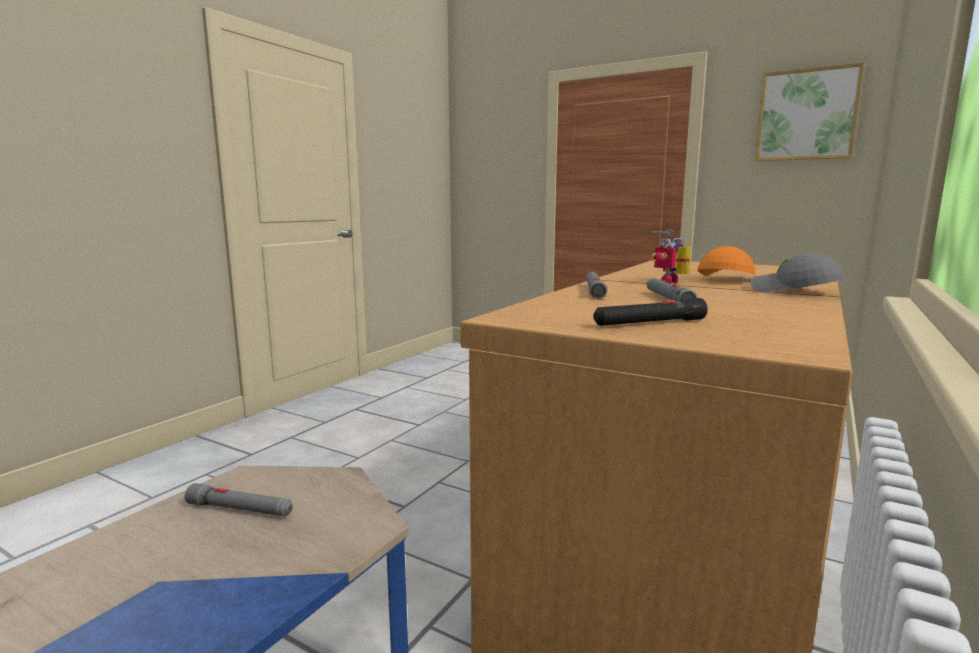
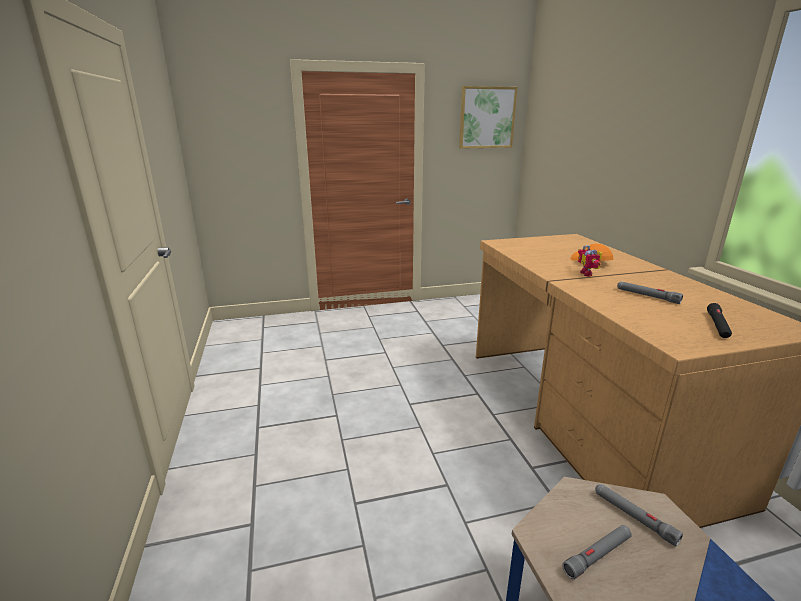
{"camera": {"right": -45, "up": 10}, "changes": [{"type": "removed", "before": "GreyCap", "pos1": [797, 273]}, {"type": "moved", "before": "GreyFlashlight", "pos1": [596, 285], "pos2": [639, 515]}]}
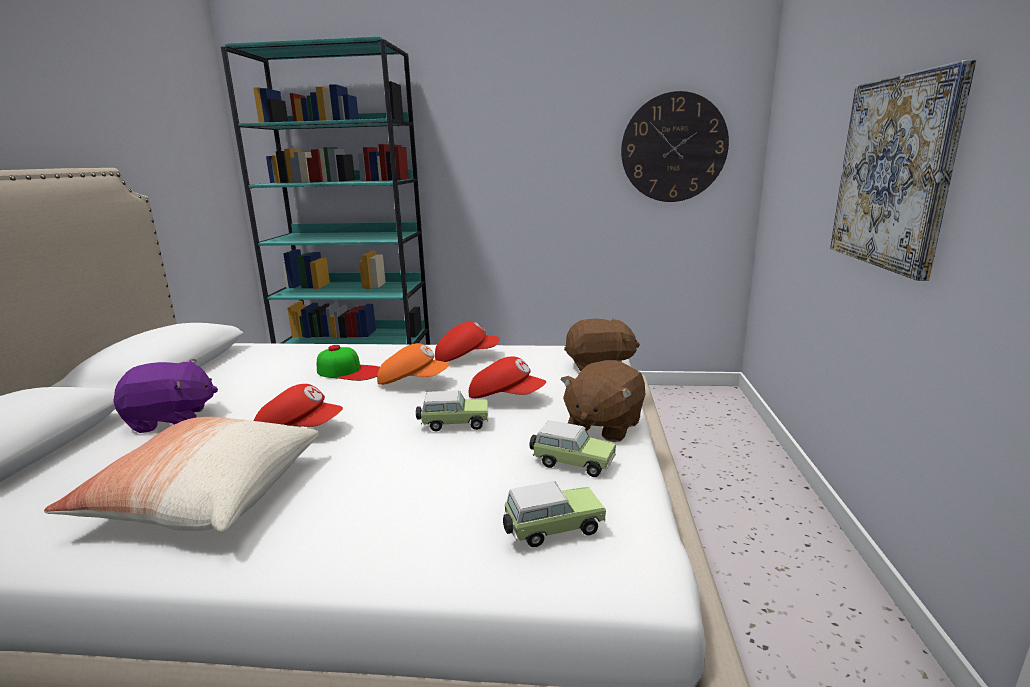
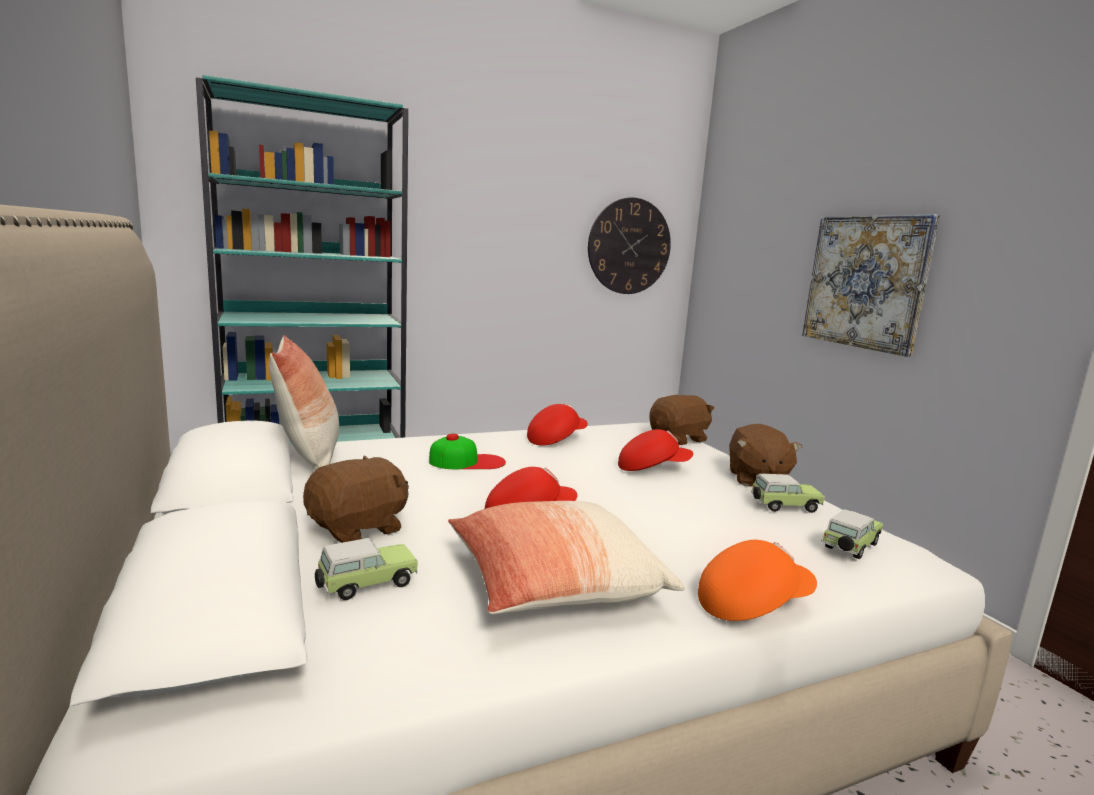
{"camera": {"right": -30, "up": -5}, "changes": [{"type": "moved", "before": "OrangeCap", "pos1": [413, 364], "pos2": [757, 580]}, {"type": "recoloured", "before": "PurplePlushToy", "after": "BrownPlushToy", "pos1": [165, 396], "pos2": [356, 499]}, {"type": "moved", "before": "ToyCar", "pos1": [452, 411], "pos2": [366, 569]}, {"type": "added", "after": "Pillow", "pos2": [304, 402]}]}
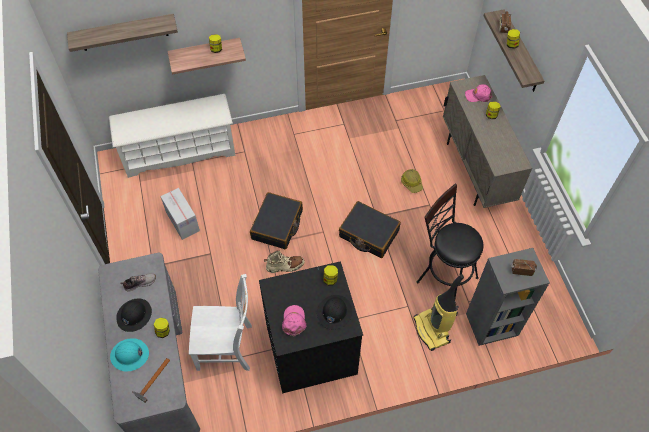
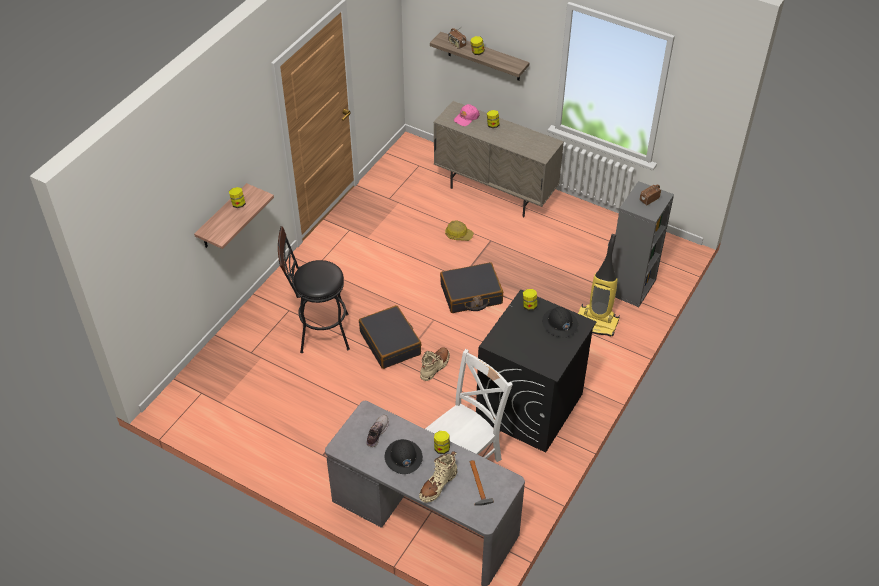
{"camera": {"right": -45, "up": -10}, "changes": [{"type": "removed", "before": "Shelf", "pos1": [122, 33]}, {"type": "removed", "before": "WhiteShoeRack", "pos1": [172, 136]}, {"type": "moved", "before": "BlackStool", "pos1": [450, 240], "pos2": [314, 289]}, {"type": "removed", "before": "CardboardBox", "pos1": [180, 214]}, {"type": "removed", "before": "PinkCap", "pos1": [294, 321]}, {"type": "replaced", "before": "TurquoiseHardHat", "after": "BeigeBoot", "pos1": [129, 354], "pos2": [438, 477]}]}
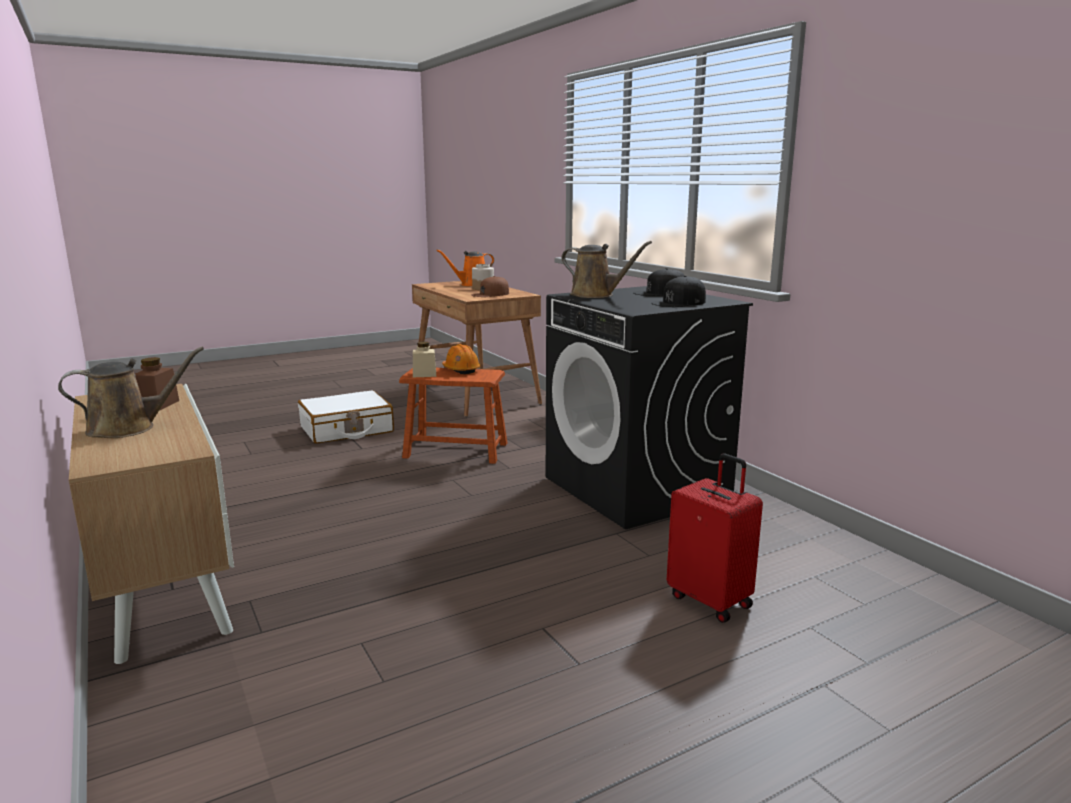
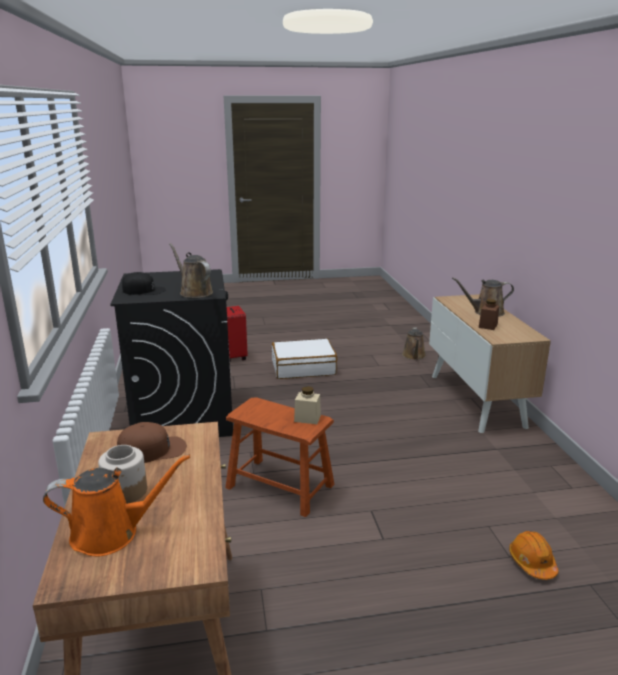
{"camera": {"right": -160, "up": 5}, "changes": [{"type": "removed", "before": "BlackCap", "pos1": [678, 291]}, {"type": "moved", "before": "OrangeHardHat", "pos1": [461, 359], "pos2": [533, 555]}, {"type": "moved", "before": "WhiteSuitcase", "pos1": [346, 417], "pos2": [304, 359]}, {"type": "added", "after": "BrownWateringCan", "pos2": [414, 344]}]}
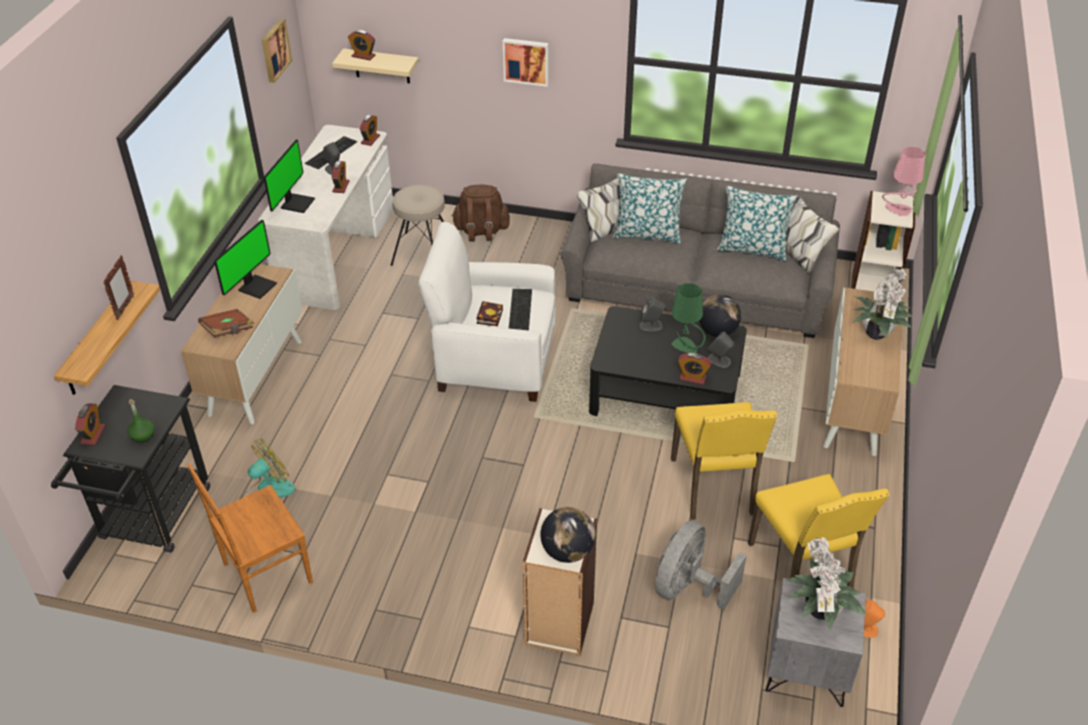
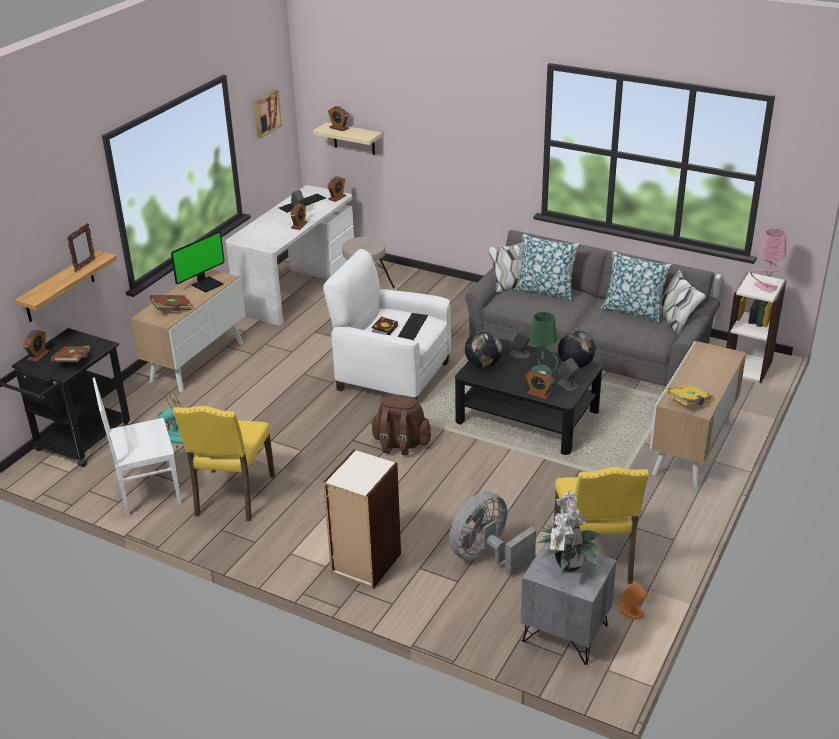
{"camera": {"right": 15, "up": -10}, "changes": [{"type": "removed", "before": "Picture", "pos1": [526, 62]}, {"type": "removed", "before": "Monitor", "pos1": [289, 176]}, {"type": "moved", "before": "BrownBackpack", "pos1": [480, 213], "pos2": [401, 425]}, {"type": "removed", "before": "PottedPlant", "pos1": [883, 304]}, {"type": "replaced", "before": "GreenBottle", "after": "BrownBook", "pos1": [140, 421], "pos2": [70, 354]}, {"type": "moved", "before": "YellowChair", "pos1": [724, 461], "pos2": [224, 463]}, {"type": "recoloured", "before": "BrownChair", "after": "WhiteChair", "pos1": [250, 538], "pos2": [137, 446]}, {"type": "moved", "before": "Globe", "pos1": [568, 535], "pos2": [483, 349]}, {"type": "added", "after": "YellowBook", "pos2": [689, 395]}]}
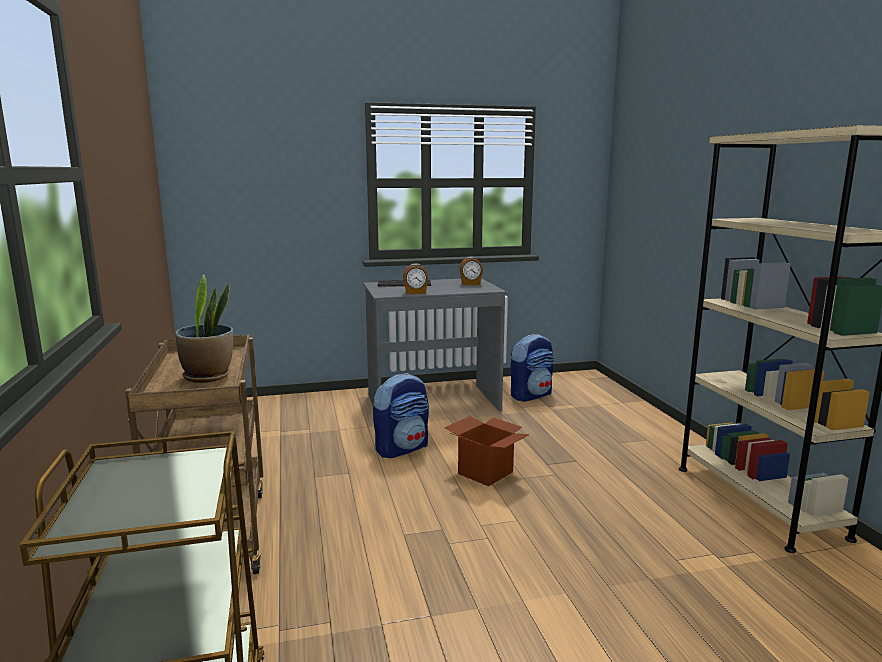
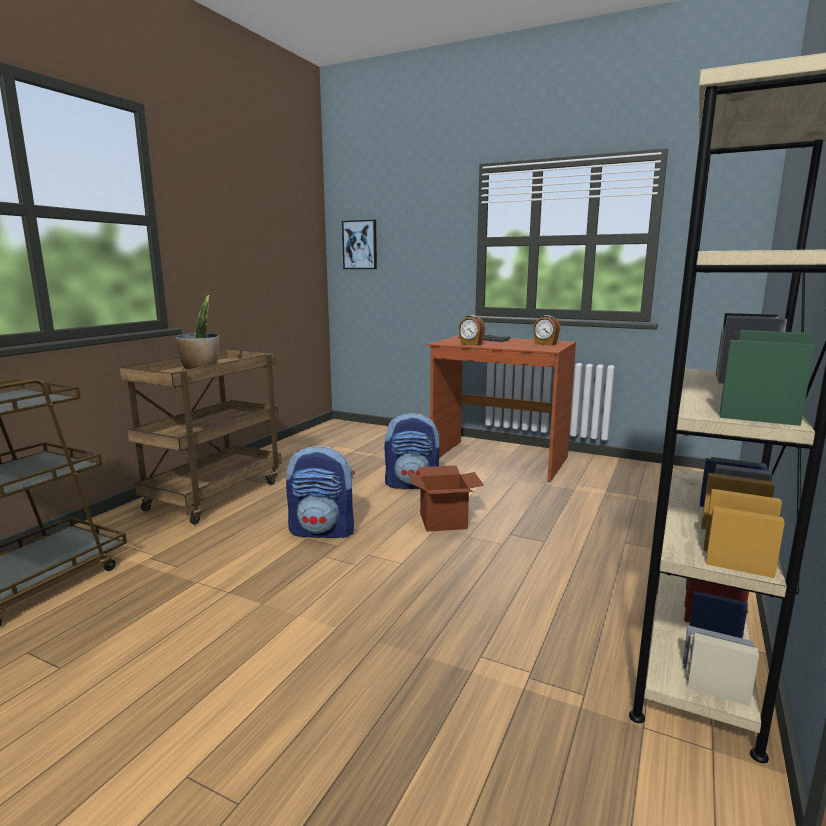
{"camera": {"right": 40, "up": 0}, "changes": [{"type": "recoloured", "before": "GreyDesk", "after": "BrownDesk", "pos1": [435, 344], "pos2": [502, 408]}, {"type": "moved", "before": "Backpack", "pos1": [532, 368], "pos2": [320, 492]}, {"type": "added", "after": "Picture", "pos2": [359, 244]}]}
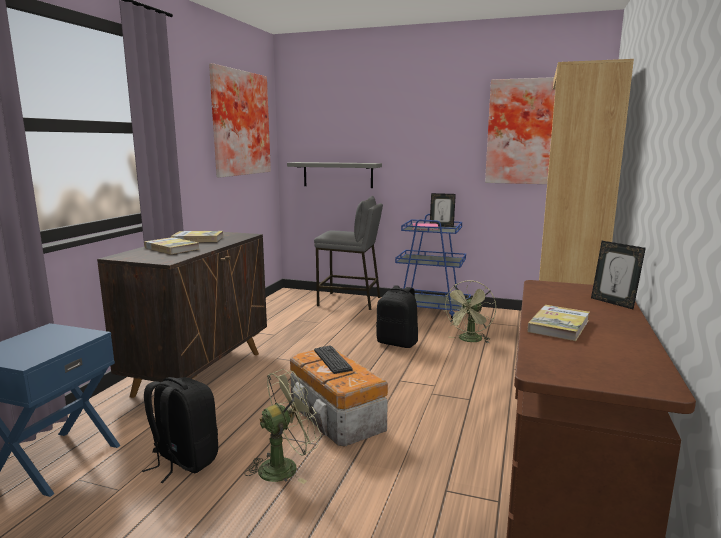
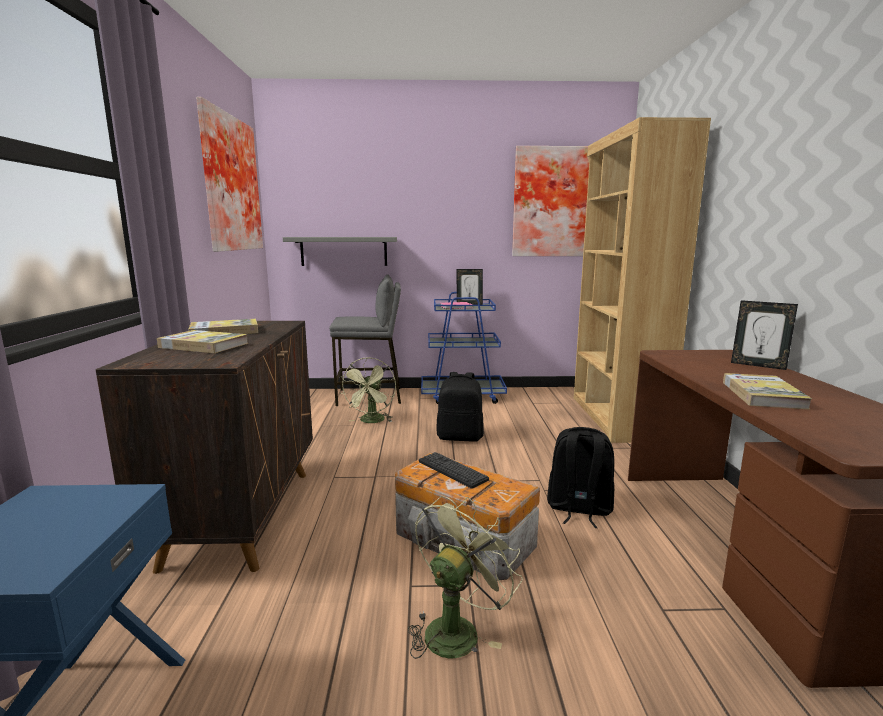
{"camera": {"right": -20, "up": 0}, "changes": [{"type": "moved", "before": "GreenFan", "pos1": [470, 311], "pos2": [368, 390]}, {"type": "moved", "before": "BlackBackpack", "pos1": [180, 430], "pos2": [580, 477]}]}
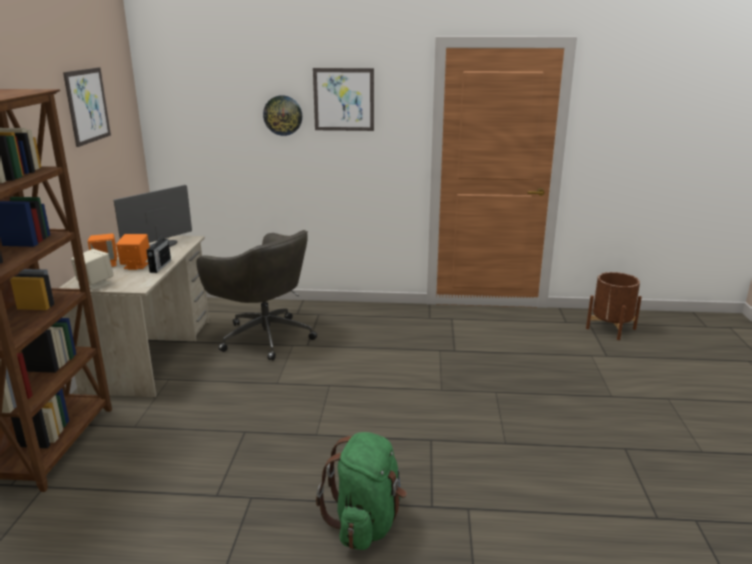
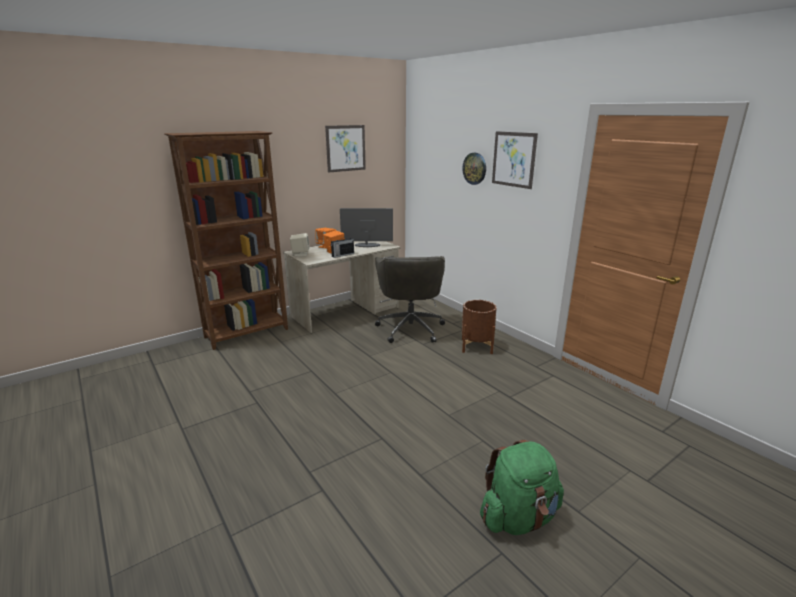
{"camera": {"right": 50, "up": 0}, "changes": [{"type": "moved", "before": "BrownPlanter", "pos1": [614, 306], "pos2": [479, 327]}, {"type": "moved", "before": "GreenBackpack", "pos1": [361, 491], "pos2": [522, 487]}]}
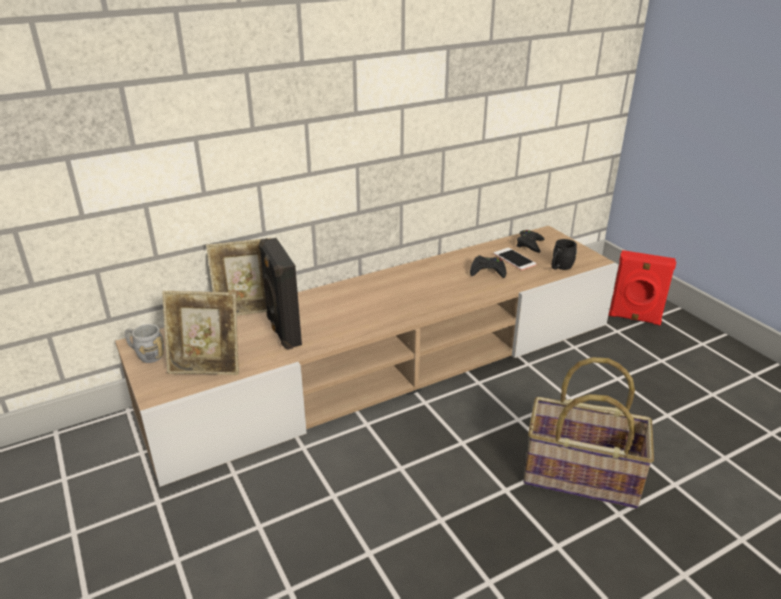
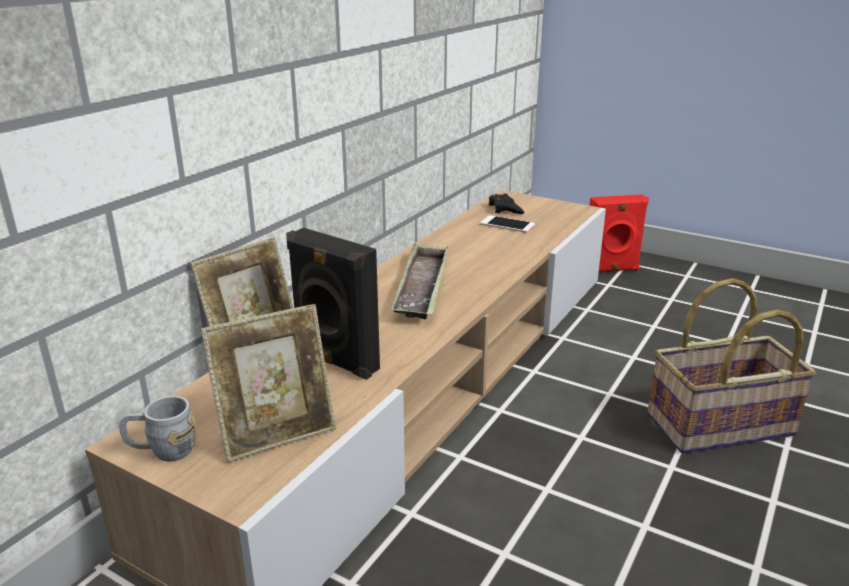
{"camera": {"right": -30, "up": -5}, "changes": [{"type": "removed", "before": "BlackMug", "pos1": [564, 254]}, {"type": "removed", "before": "BlackGameController", "pos1": [488, 266]}, {"type": "added", "after": "Tray", "pos2": [419, 281]}]}
